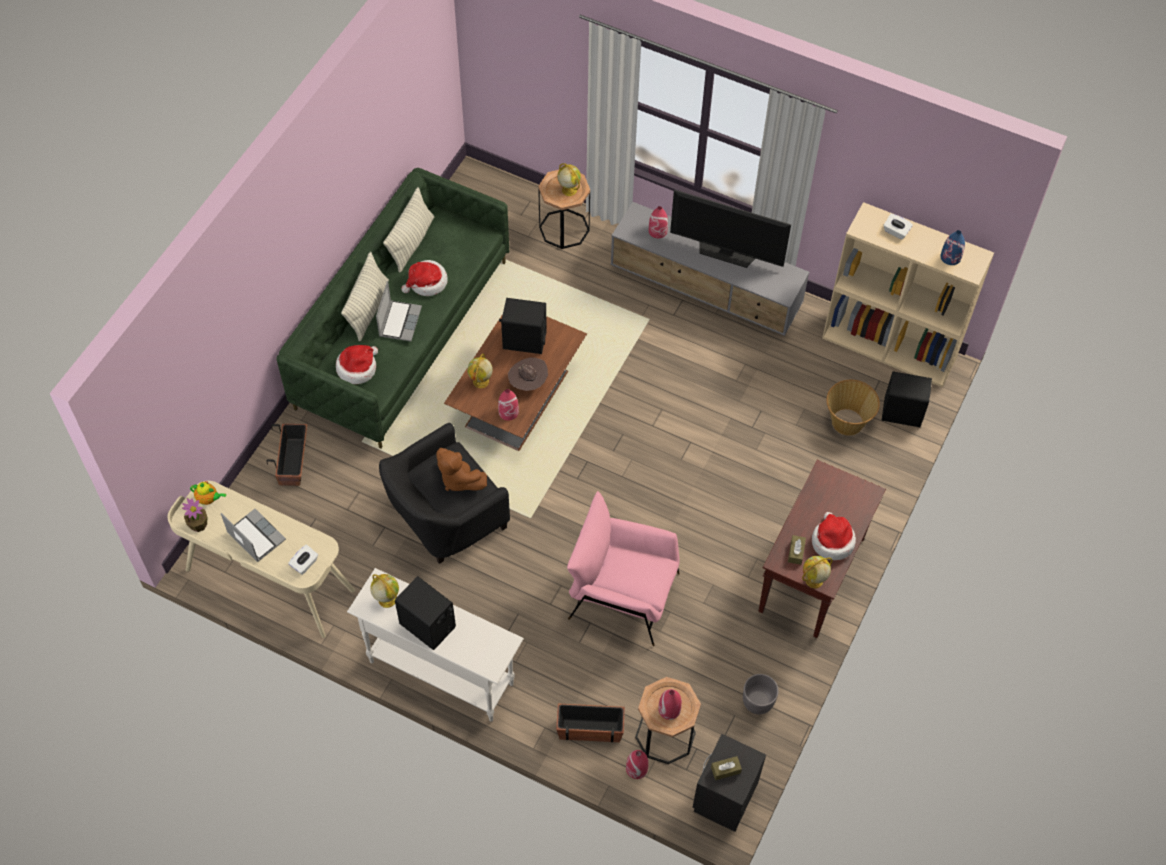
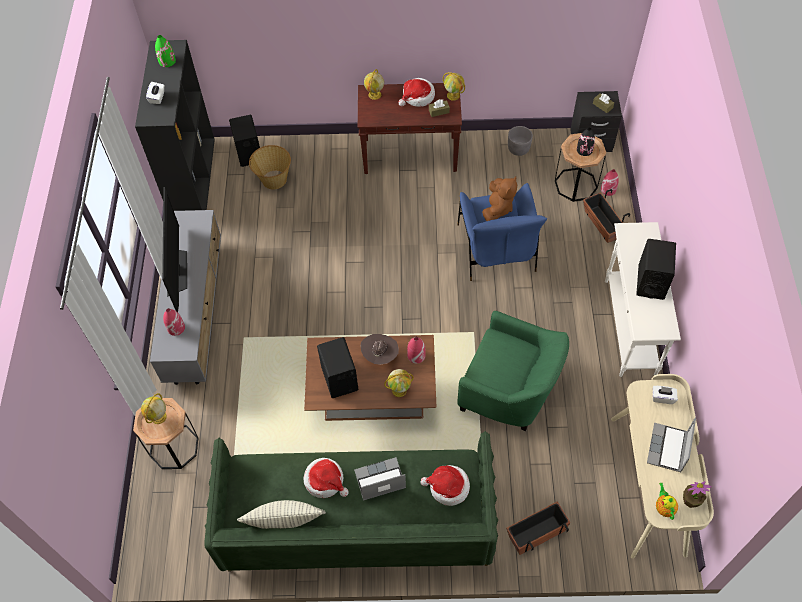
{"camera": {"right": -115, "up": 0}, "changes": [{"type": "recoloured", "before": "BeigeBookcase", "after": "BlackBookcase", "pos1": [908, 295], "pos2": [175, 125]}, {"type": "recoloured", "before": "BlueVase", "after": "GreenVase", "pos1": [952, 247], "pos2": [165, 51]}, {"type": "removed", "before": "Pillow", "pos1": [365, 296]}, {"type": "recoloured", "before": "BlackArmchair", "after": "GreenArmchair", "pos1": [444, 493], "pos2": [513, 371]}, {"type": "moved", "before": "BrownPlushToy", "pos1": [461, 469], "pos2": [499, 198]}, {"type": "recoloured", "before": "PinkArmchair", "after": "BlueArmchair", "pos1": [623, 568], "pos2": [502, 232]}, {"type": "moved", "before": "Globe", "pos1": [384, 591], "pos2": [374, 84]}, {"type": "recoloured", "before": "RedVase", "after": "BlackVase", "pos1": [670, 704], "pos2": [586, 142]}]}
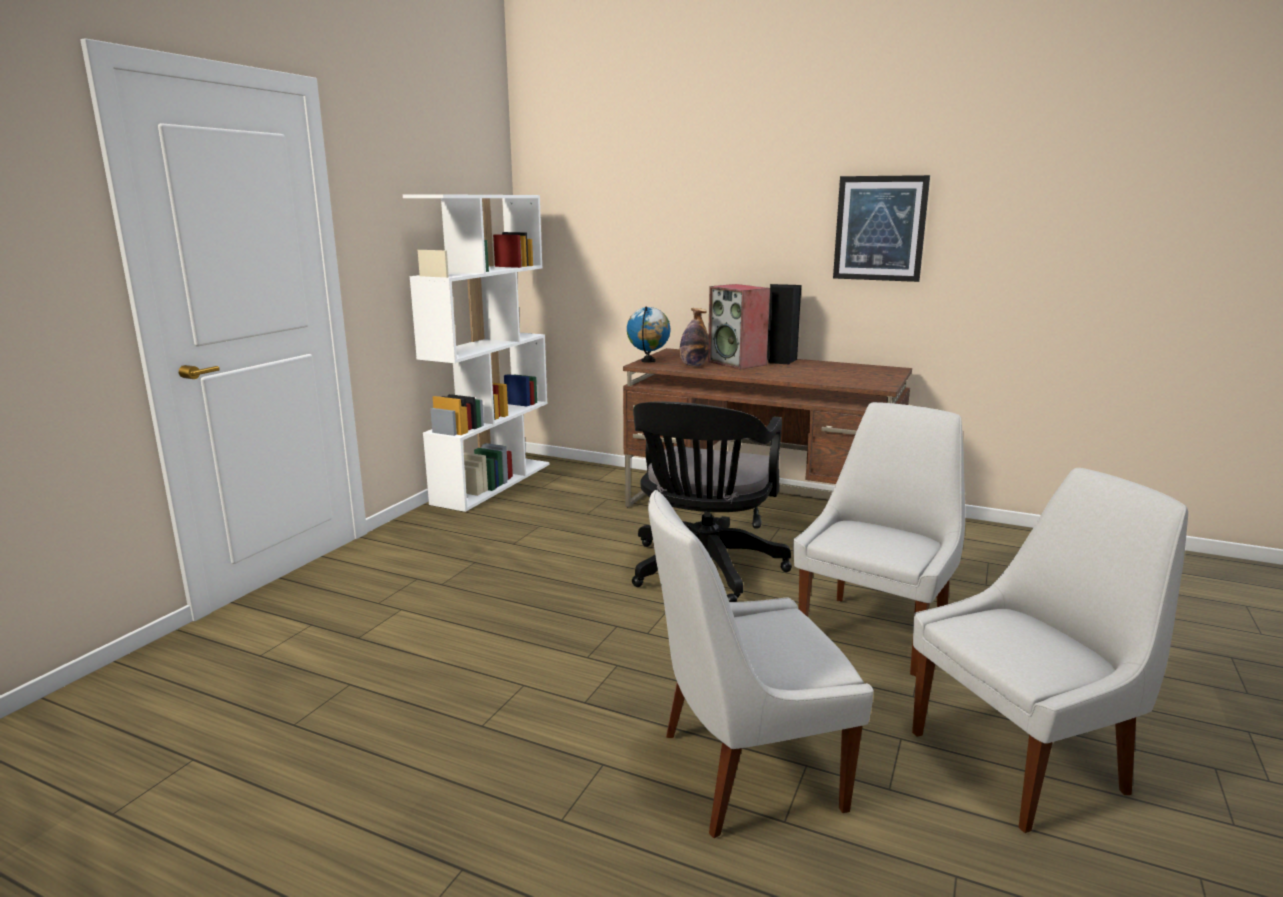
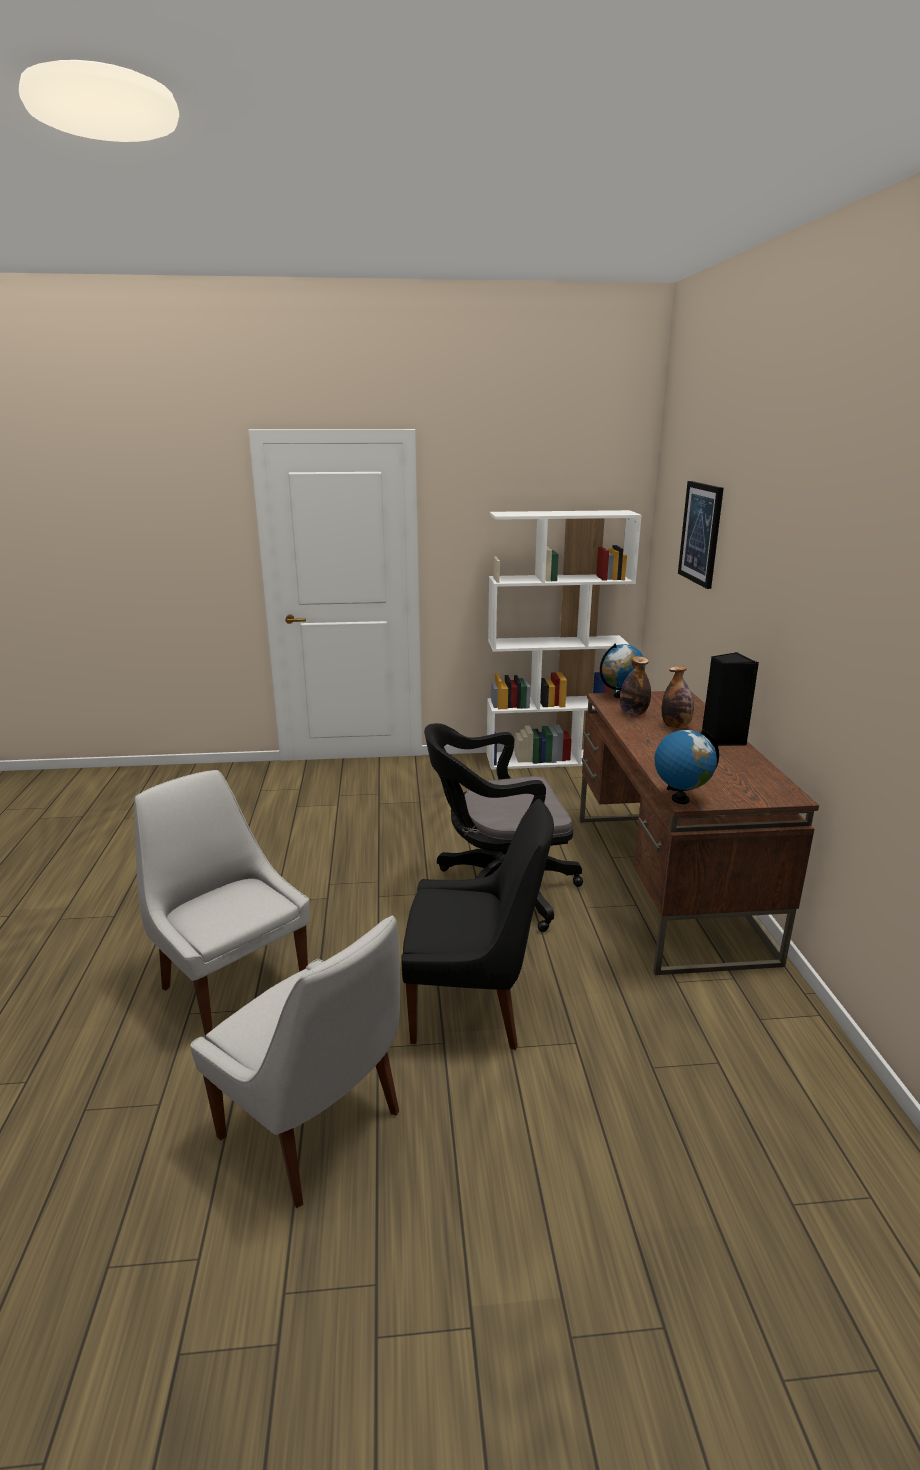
{"camera": {"right": 60, "up": 5}, "changes": [{"type": "moved", "before": "Picture", "pos1": [881, 228], "pos2": [701, 535]}, {"type": "replaced", "before": "Speaker", "after": "Bottle", "pos1": [739, 327], "pos2": [677, 697]}, {"type": "recoloured", "before": "WhiteChair", "after": "BlackChair", "pos1": [879, 539], "pos2": [477, 924]}, {"type": "added", "after": "Globe", "pos2": [686, 766]}]}
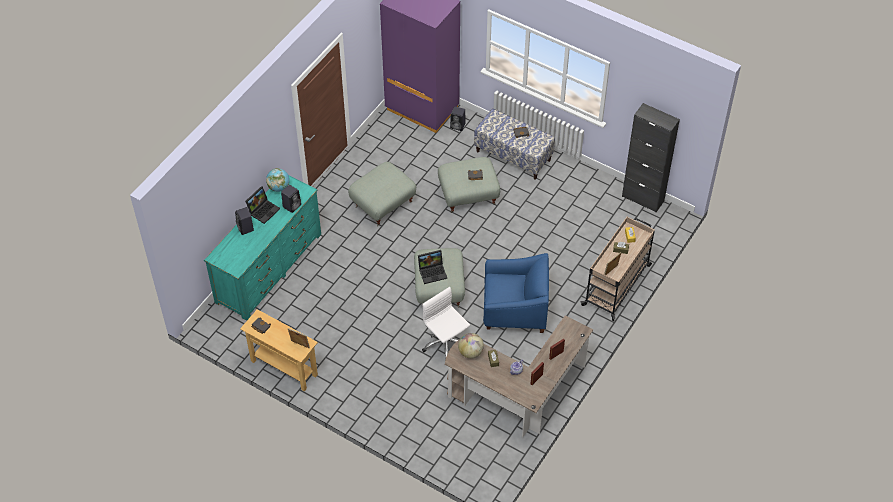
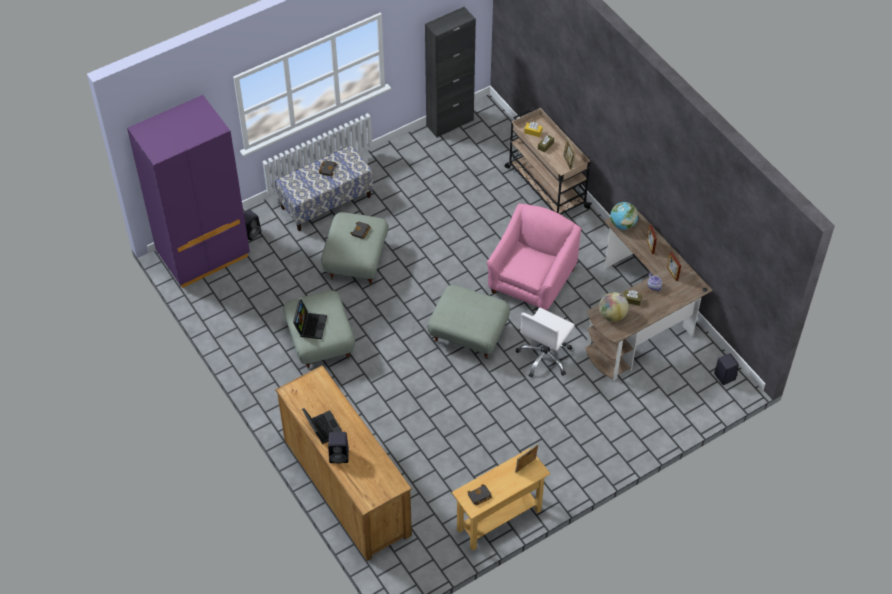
{"camera": {"right": -65, "up": 0}, "changes": [{"type": "moved", "before": "Globe", "pos1": [278, 180], "pos2": [624, 216]}, {"type": "recoloured", "before": "TurquoiseDresser", "after": "BrownDresser", "pos1": [262, 248], "pos2": [343, 463]}, {"type": "moved", "before": "BlackSpeaker", "pos1": [291, 199], "pos2": [726, 369]}, {"type": "moved", "before": "Laptop", "pos1": [432, 267], "pos2": [310, 319]}, {"type": "recoloured", "before": "BlueArmchair", "after": "PinkArmchair", "pos1": [516, 293], "pos2": [534, 257]}, {"type": "turned", "before": "WhiteOfficeChair", "pos1": [446, 323], "pos2": [545, 342], "turn": -45}]}
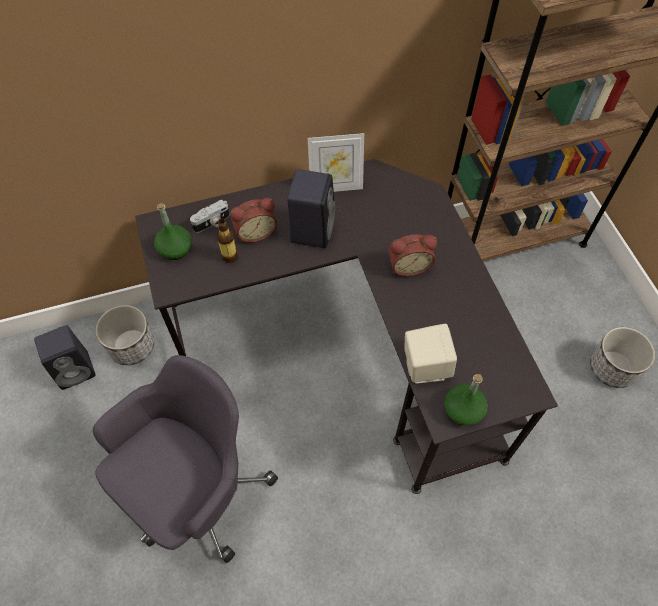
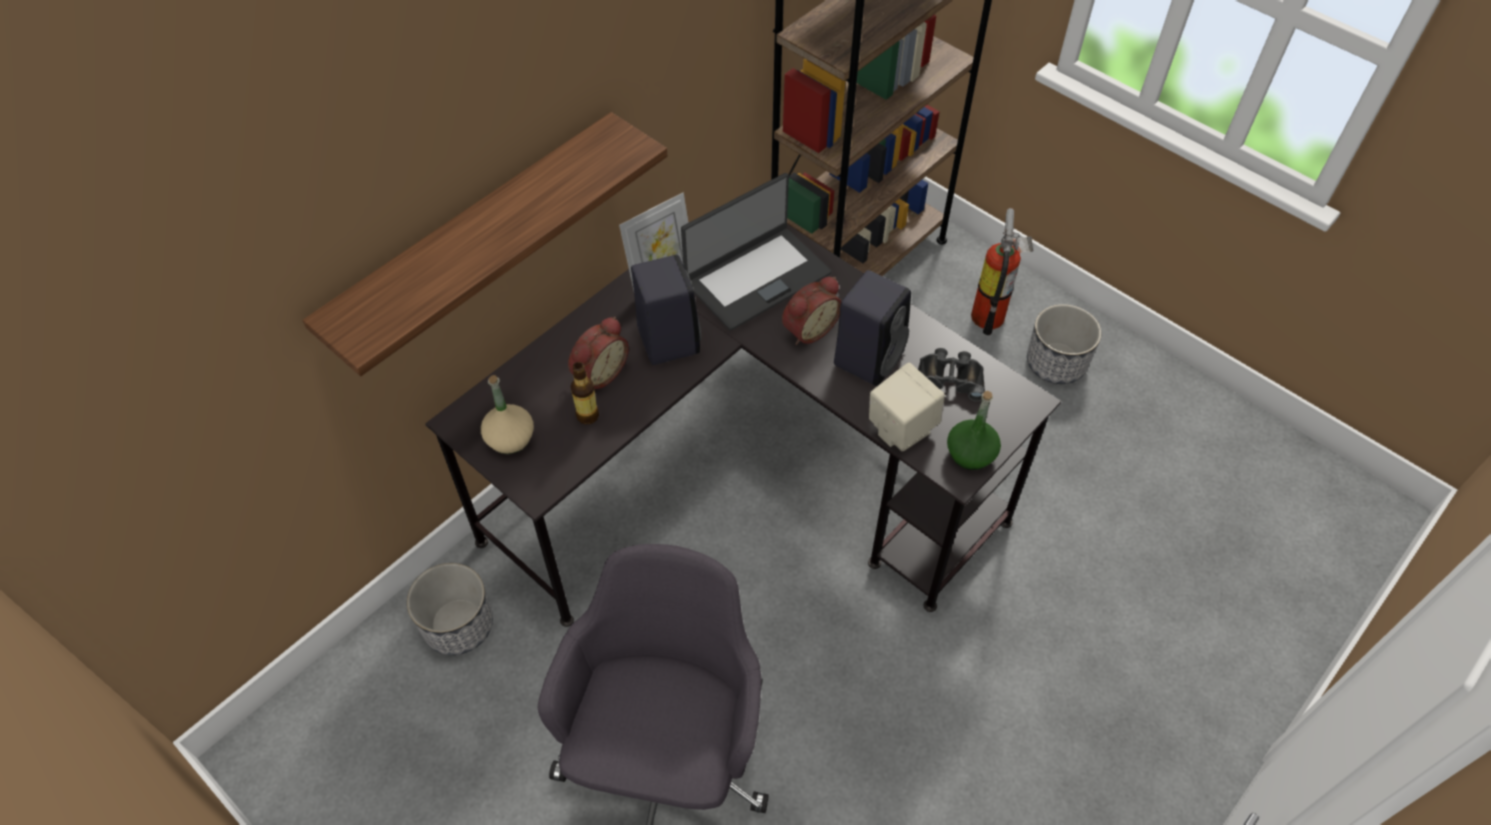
{"camera": {"right": -30, "up": -5}, "changes": [{"type": "removed", "before": "PhotoCamera", "pos1": [210, 216]}, {"type": "recoloured", "before": "GreenBottle", "after": "BeigeBottle", "pos1": [172, 231], "pos2": [507, 414]}, {"type": "moved", "before": "BlackSpeaker", "pos1": [65, 357], "pos2": [872, 328]}, {"type": "added", "after": "Shelf", "pos2": [485, 244]}, {"type": "added", "after": "Laptop", "pos2": [756, 252]}, {"type": "added", "after": "FireExtinguisher", "pos2": [1002, 271]}, {"type": "added", "after": "BlackBinoculars", "pos2": [951, 375]}]}
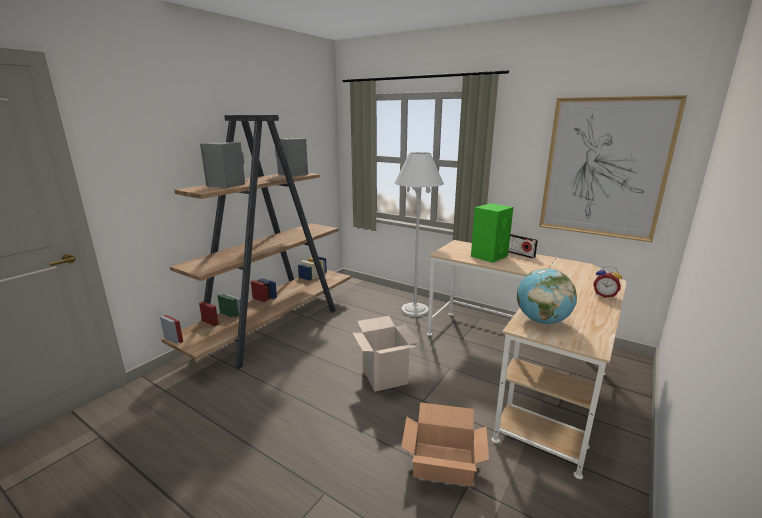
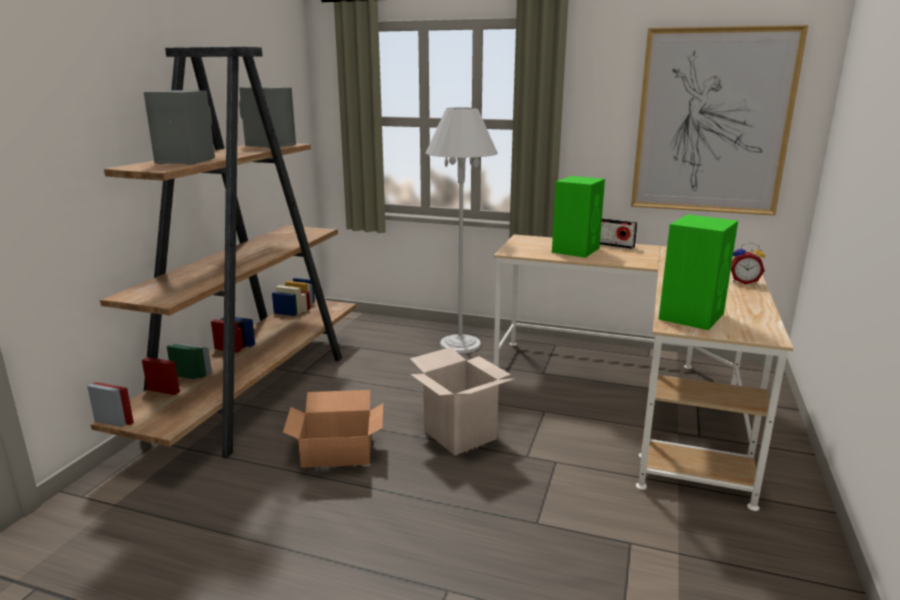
{"camera": {"right": -15, "up": 0}, "changes": [{"type": "replaced", "before": "Globe", "after": "GreenSpeaker", "pos1": [547, 296], "pos2": [698, 272]}, {"type": "moved", "before": "CardboardBox", "pos1": [445, 444], "pos2": [333, 429]}]}
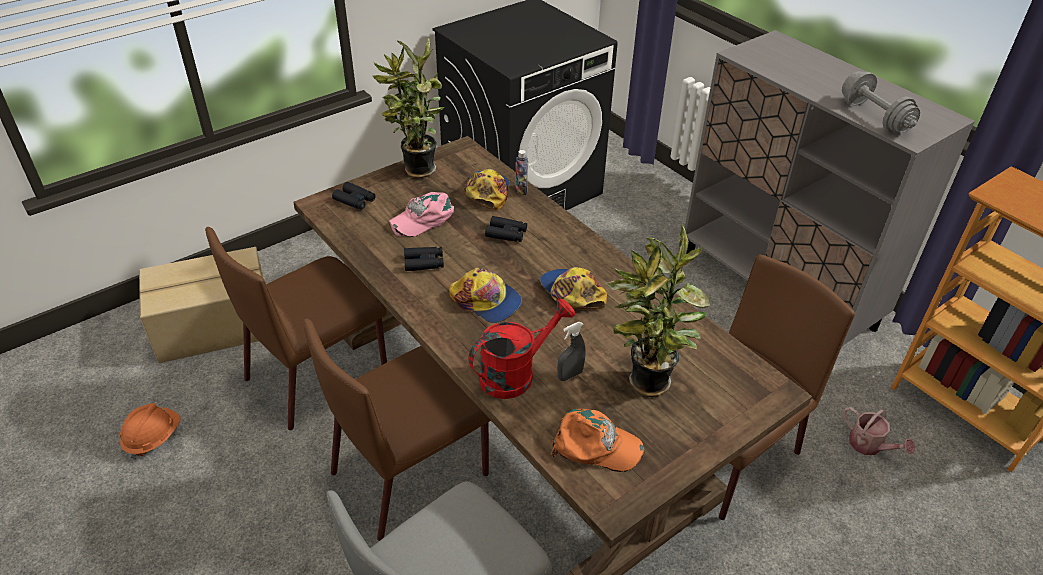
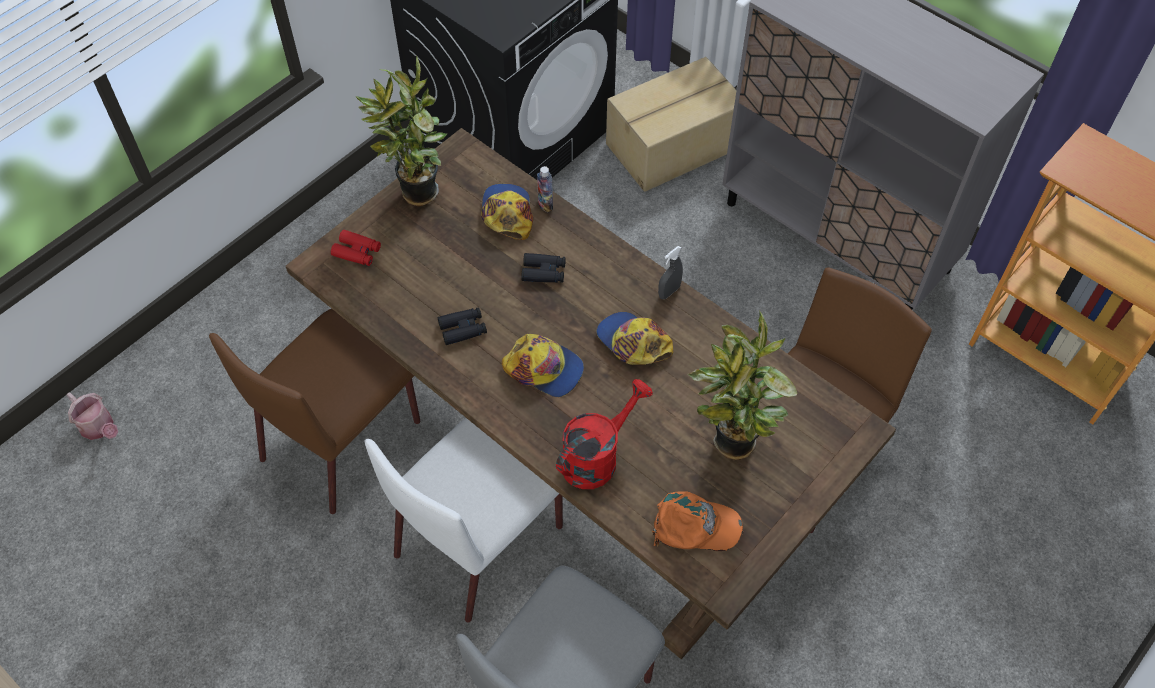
{"camera": {"right": -10, "up": 15}, "changes": [{"type": "removed", "before": "GreyDumbbell", "pos1": [881, 102]}, {"type": "recoloured", "before": "BlackBinoculars", "after": "RedBinoculars", "pos1": [353, 196], "pos2": [356, 248]}, {"type": "removed", "before": "PinkCap", "pos1": [421, 214]}, {"type": "moved", "before": "CardboardBox", "pos1": [202, 305], "pos2": [671, 124]}, {"type": "recoloured", "before": "BrownChair", "after": "WhiteChair", "pos1": [397, 430], "pos2": [464, 519]}, {"type": "moved", "before": "GreySprayBottle", "pos1": [571, 351], "pos2": [670, 272]}, {"type": "removed", "before": "OrangeHardHat", "pos1": [150, 431]}, {"type": "moved", "before": "WateringCan", "pos1": [879, 431], "pos2": [92, 416]}]}
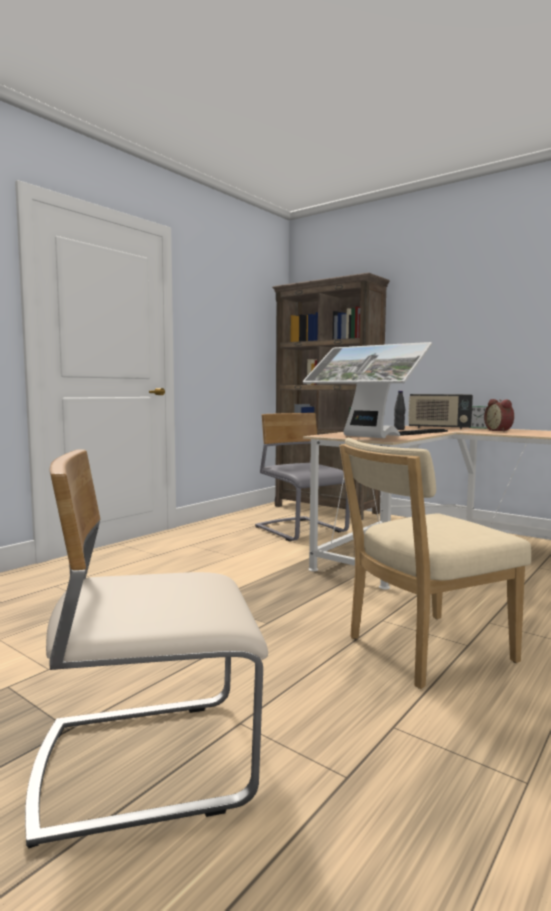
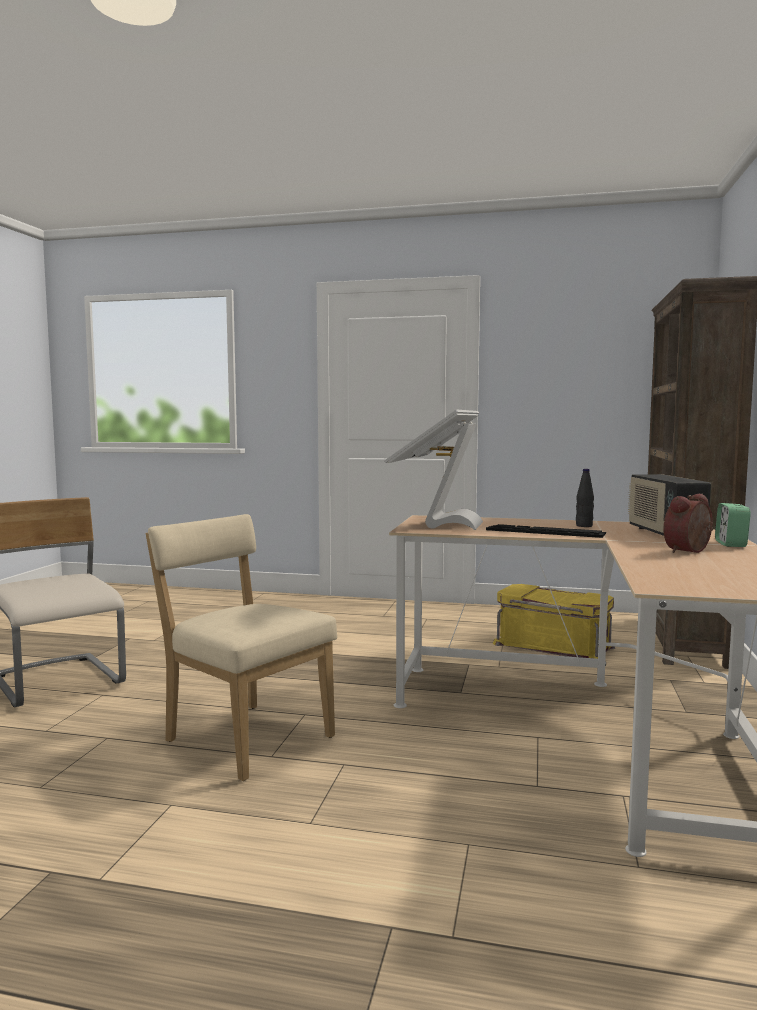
{"camera": {"right": 65, "up": 0}, "changes": [{"type": "replaced", "before": "GreyChair", "after": "YellowStorageBox", "pos1": [302, 477], "pos2": [554, 621]}]}
